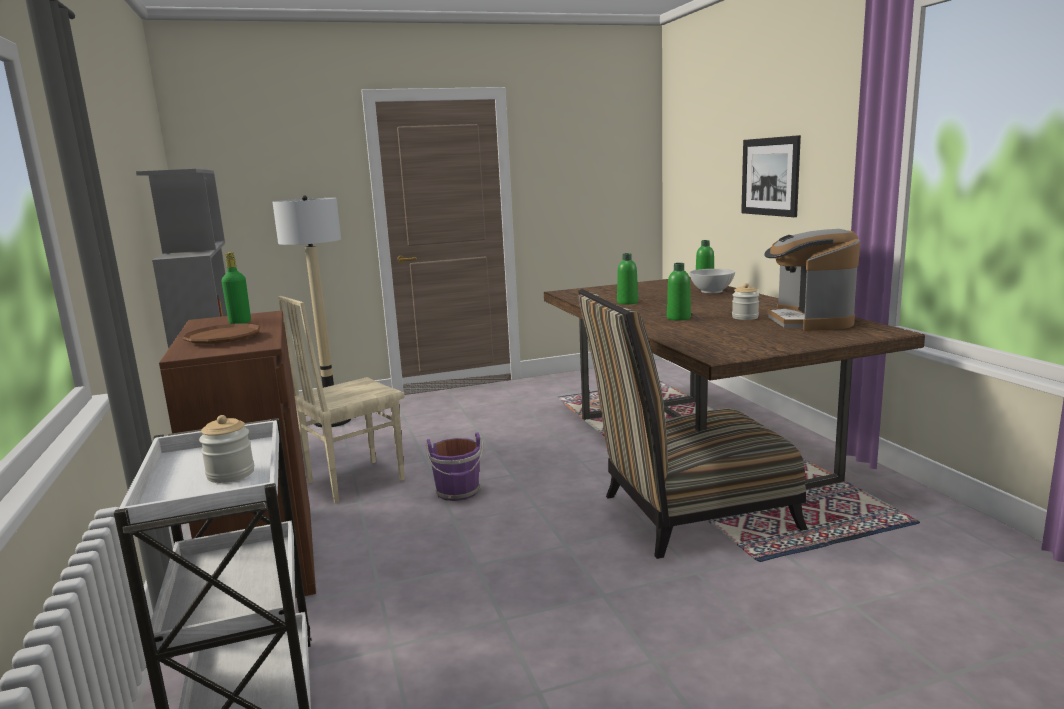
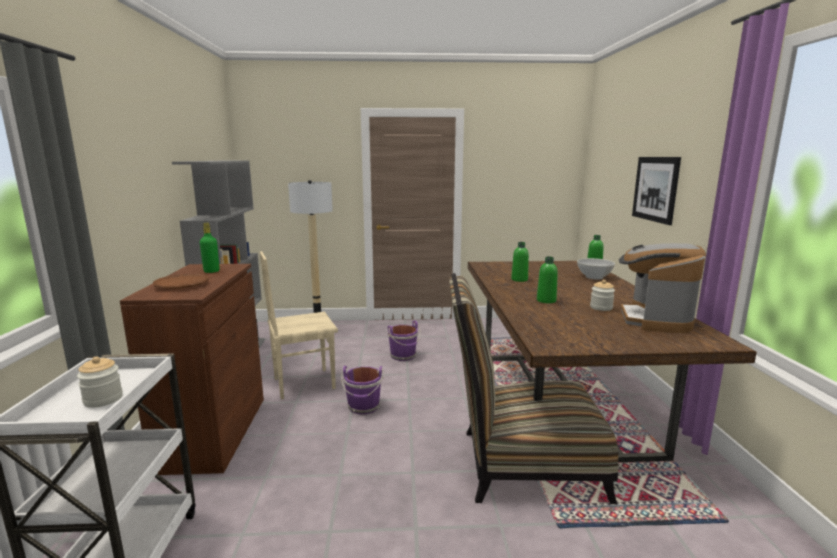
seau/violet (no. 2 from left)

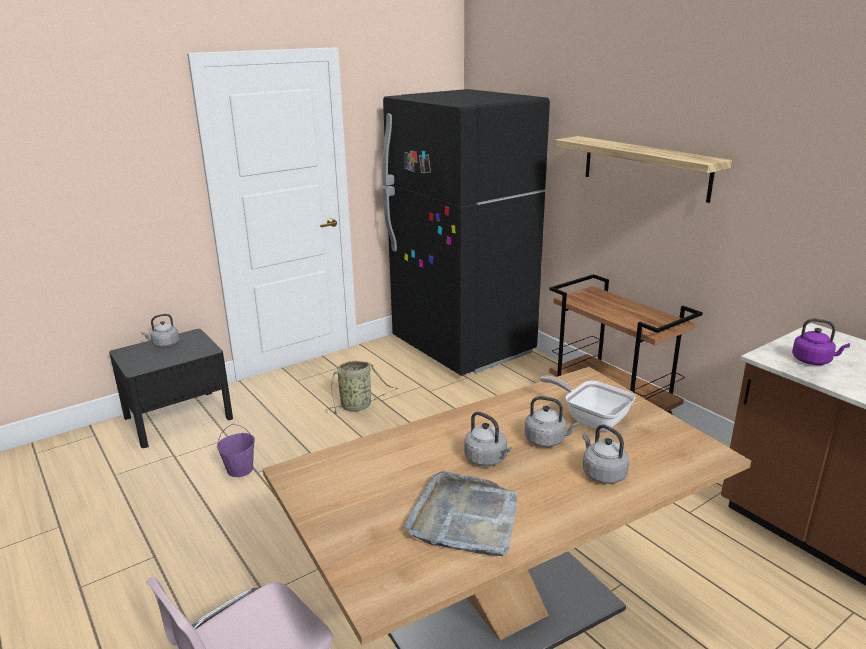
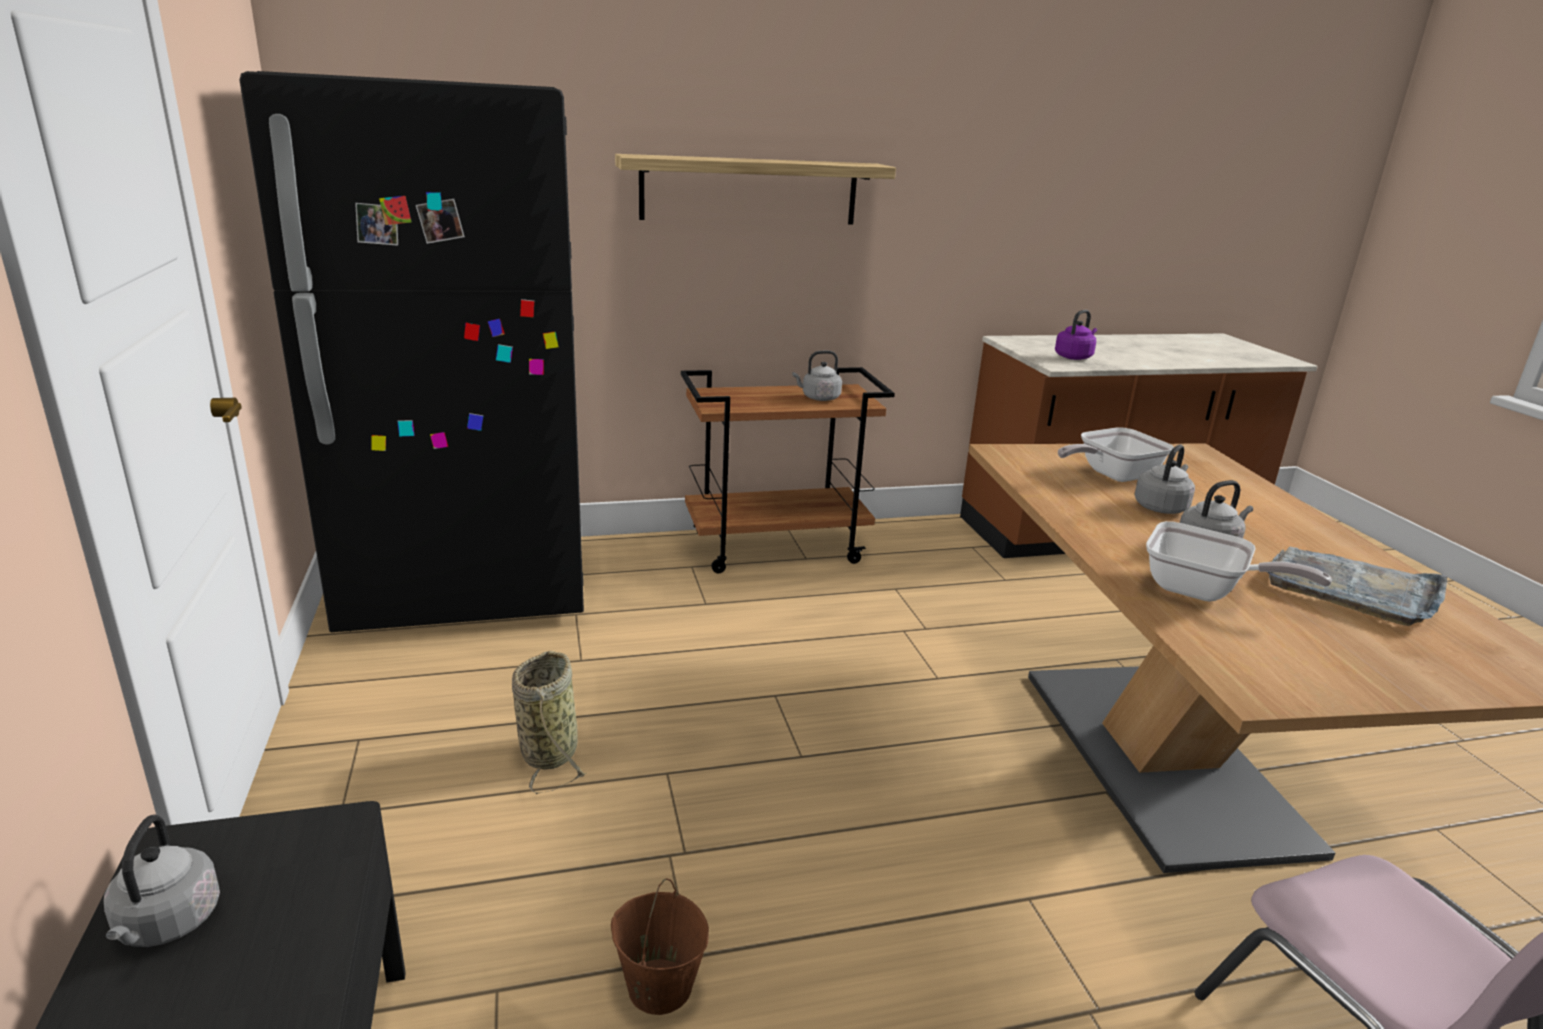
poêle (no. 2 from left); bouilloire/gris (no. 2 from left); seau/marron

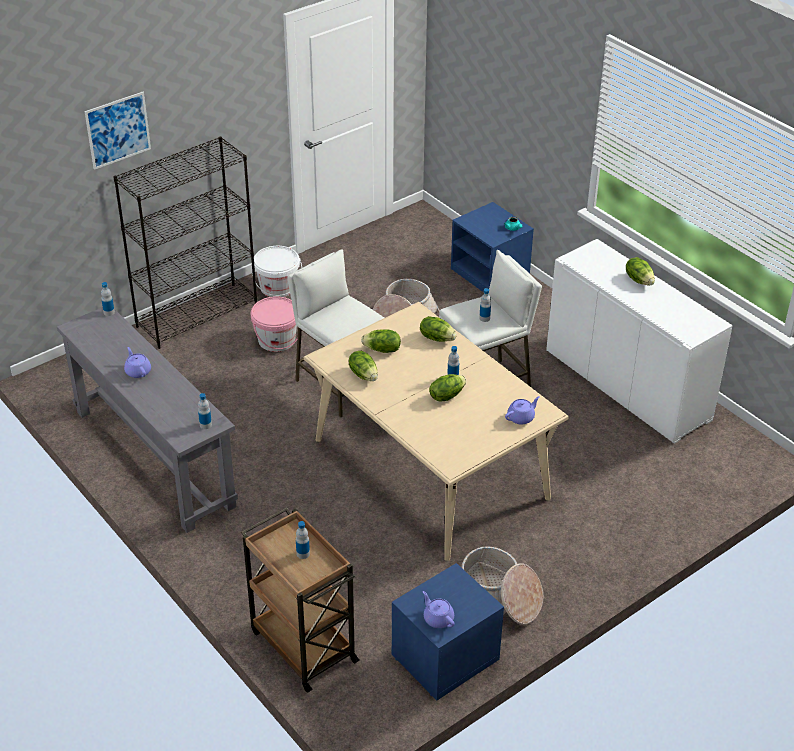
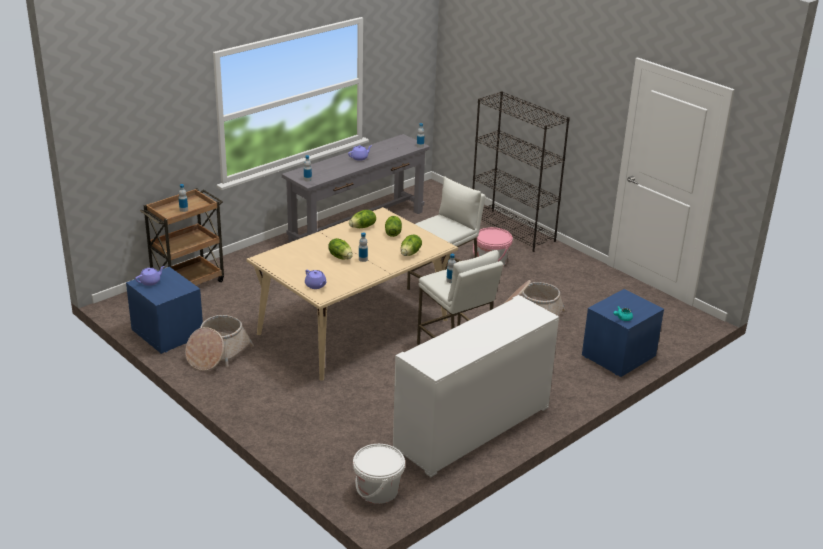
tableau; laitue (no. 5 from left in the first image); seau/blanc

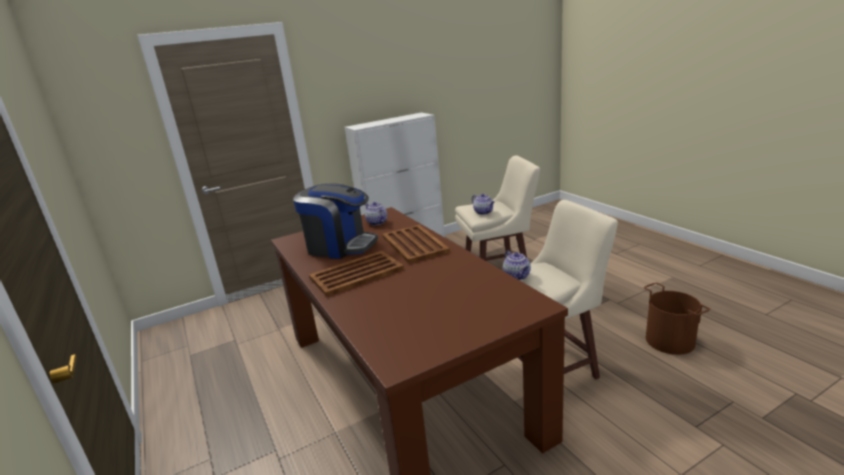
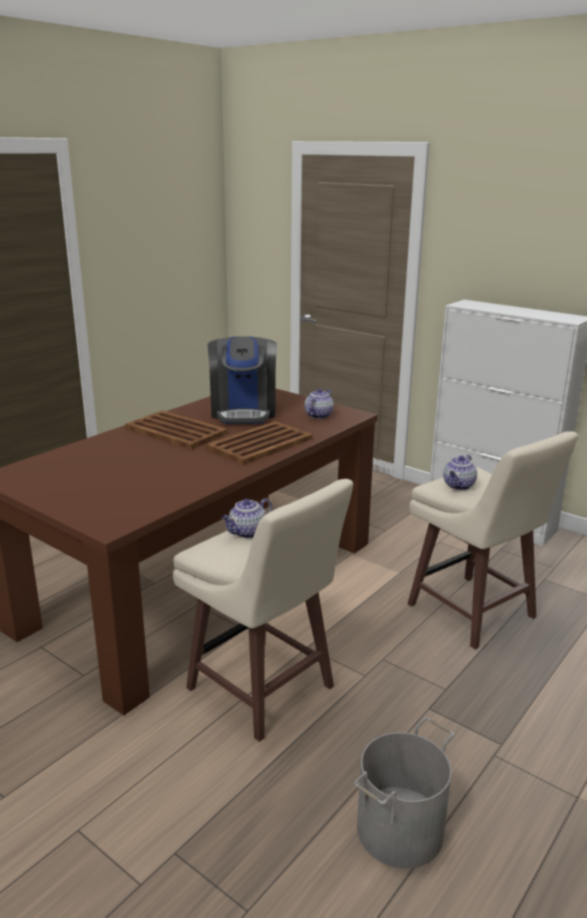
seau/gris

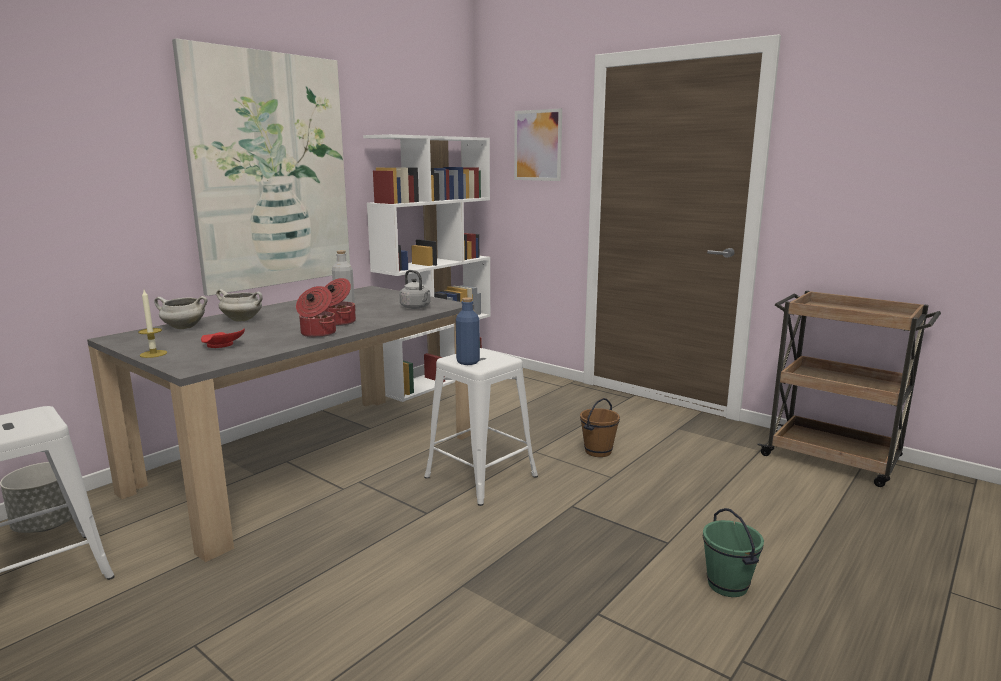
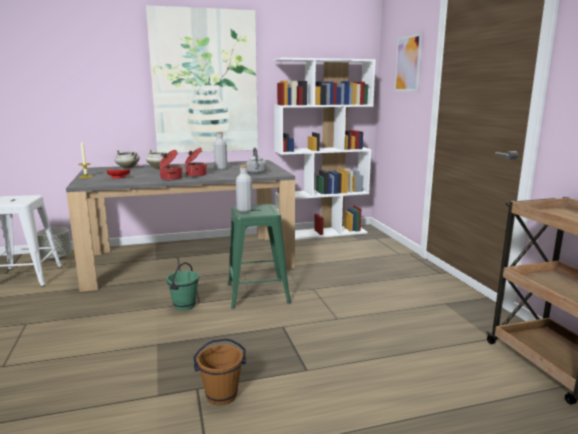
seau/marron; seau/vert; tabouret/vert; bouteille/gris (no. 2 from left)

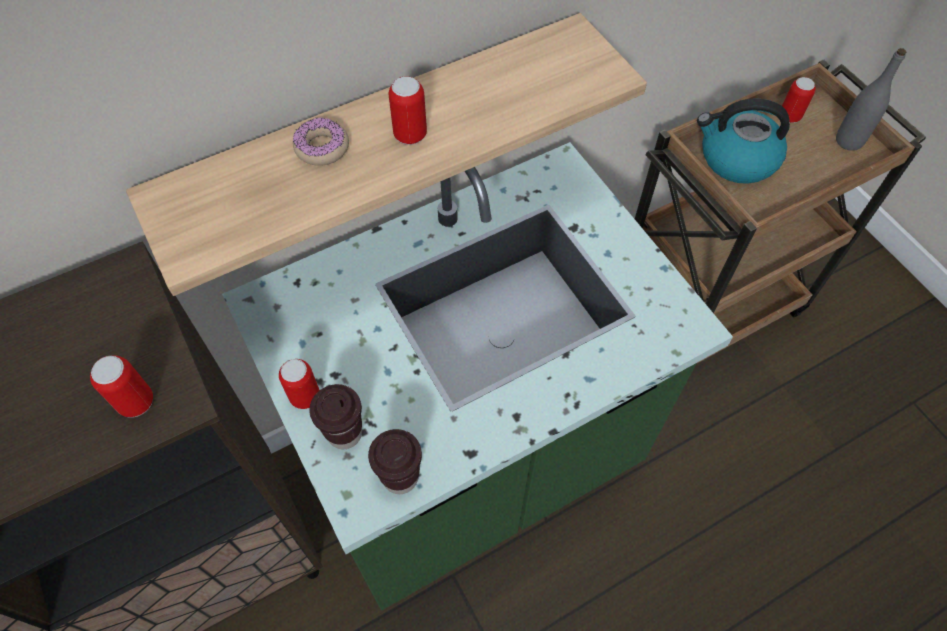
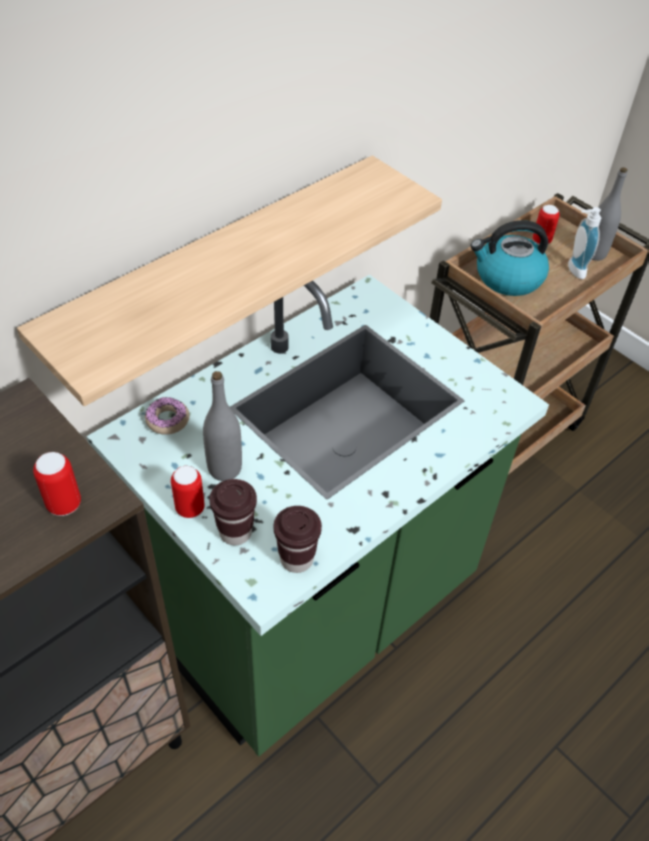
boîte métallique (no. 3 from left in the first image); bouteille/gris (no. 1 from left); distributeur de savon; beignet

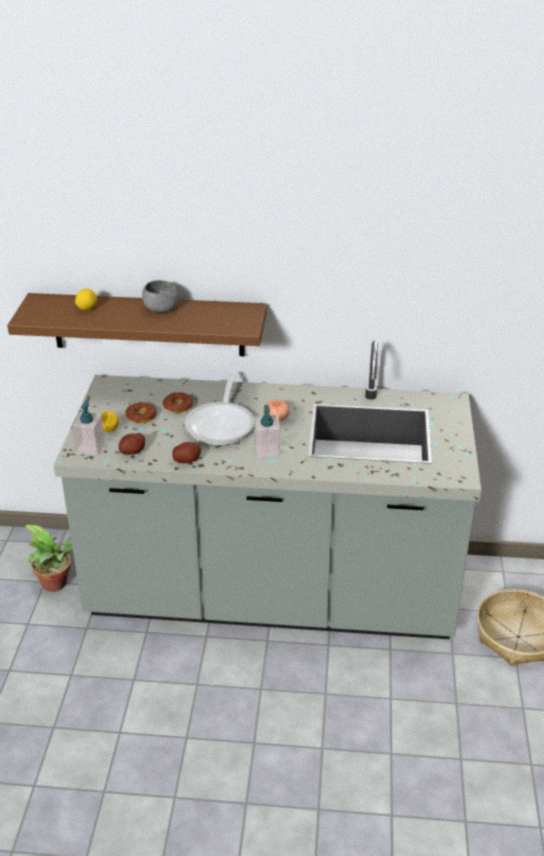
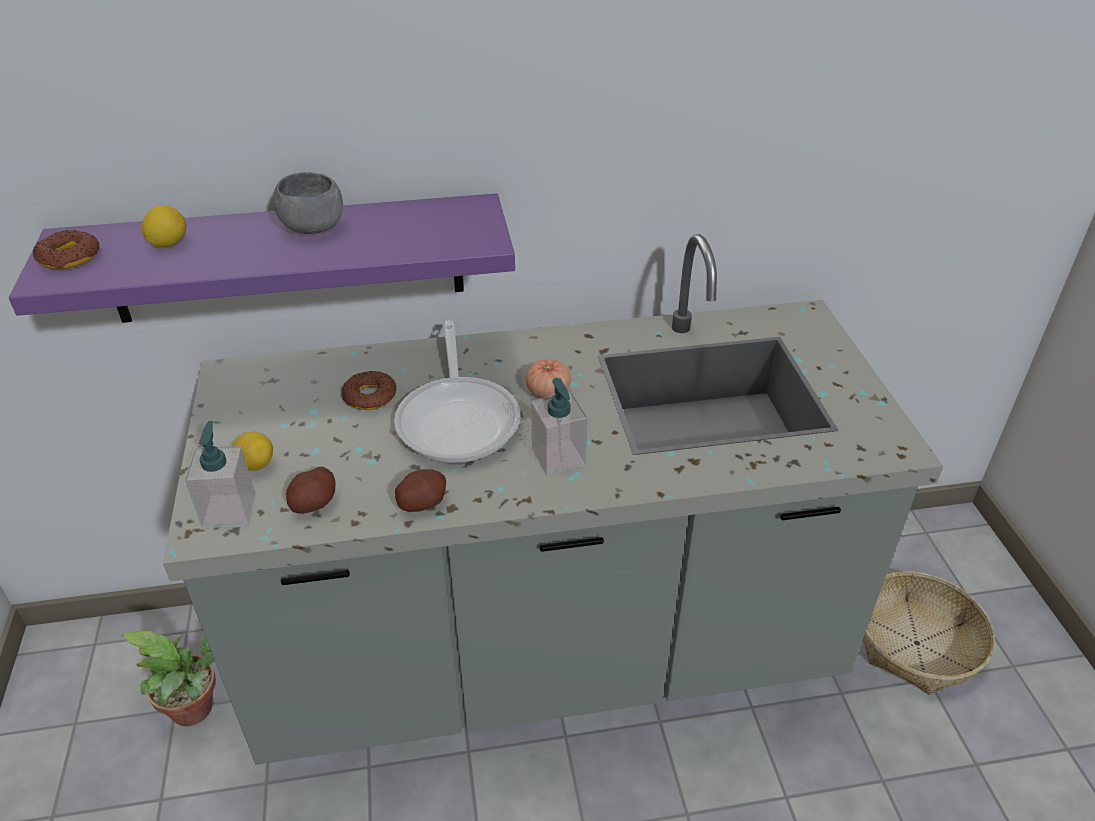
beignet (no. 1 from left); étagère/violet

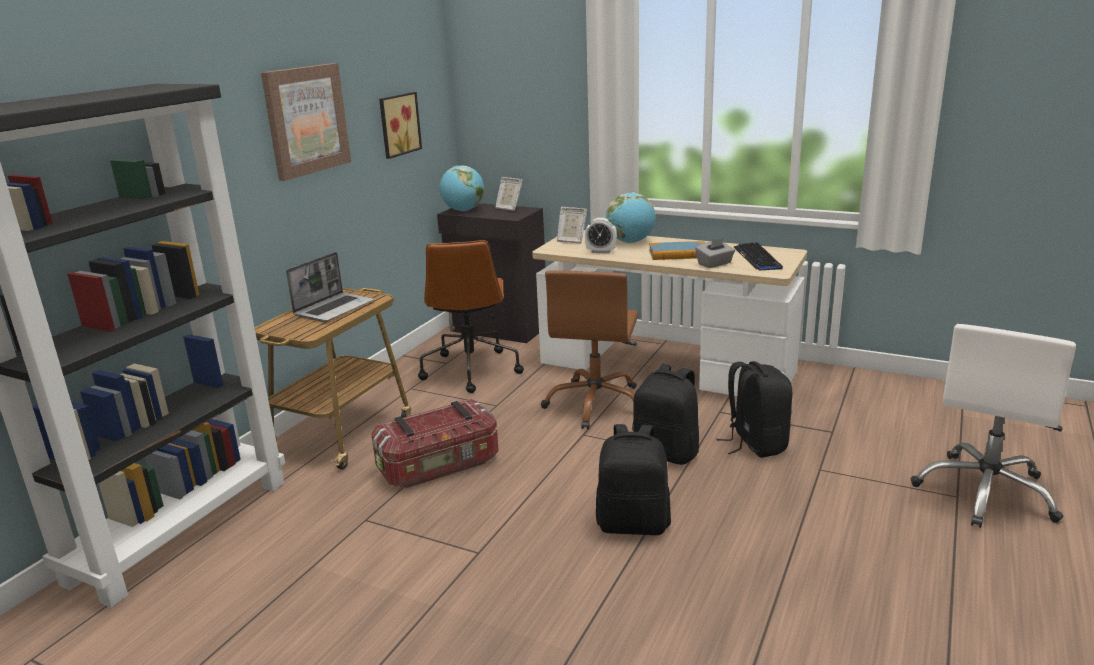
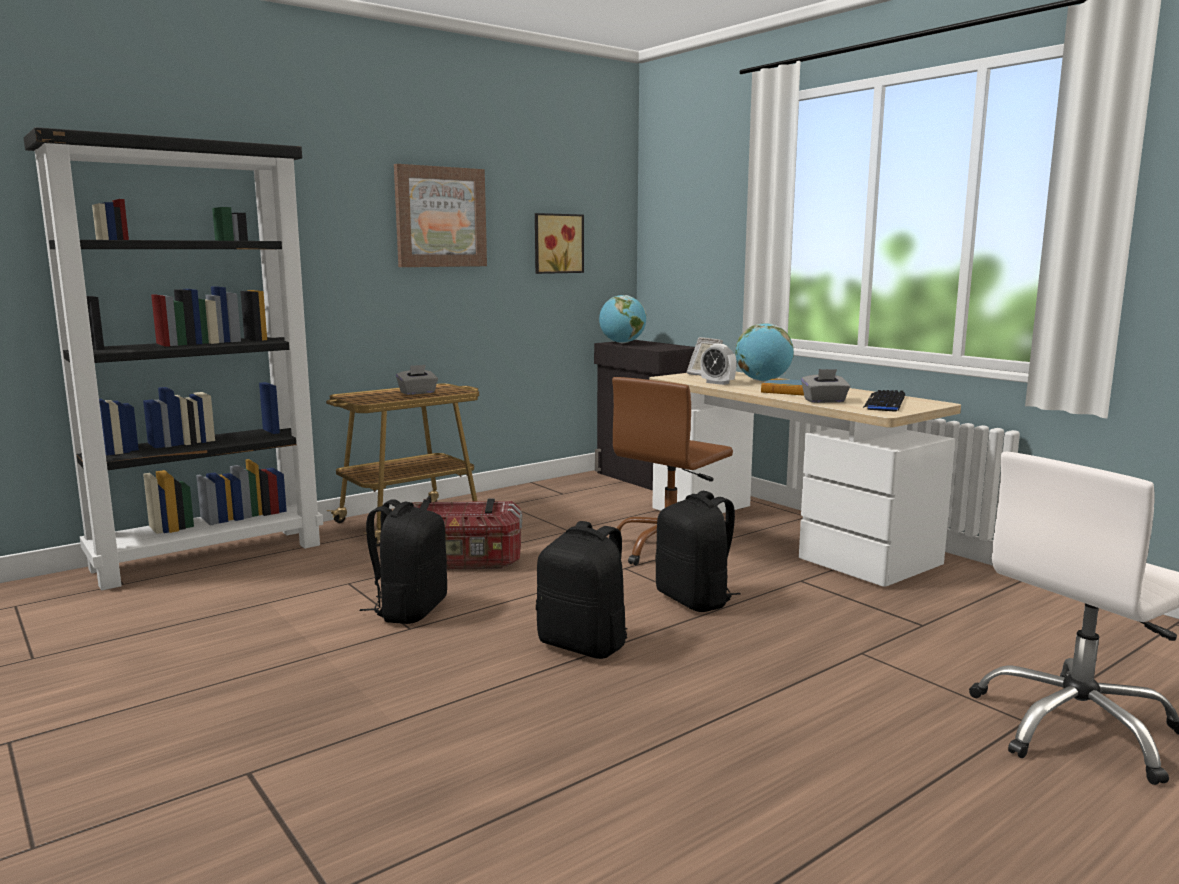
chaise de bureau/marron (no. 1 from left in the first image); cadre photo (no. 1 from left in the first image); sac à dos/noir (no. 1 from left); boîte à mouchoirs/gris (no. 1 from left)

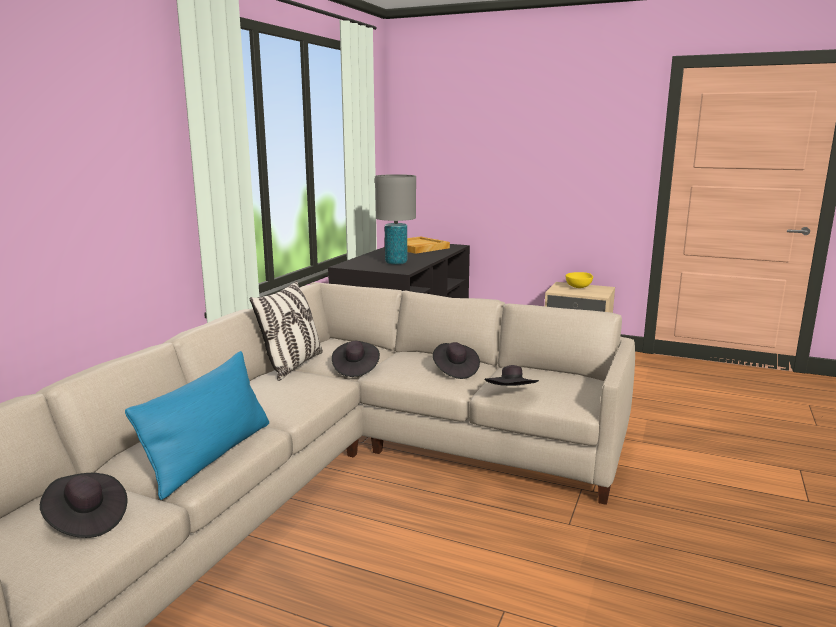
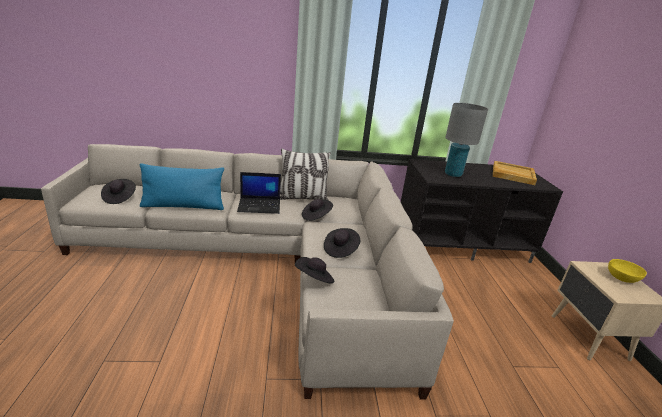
ordinateur portable

